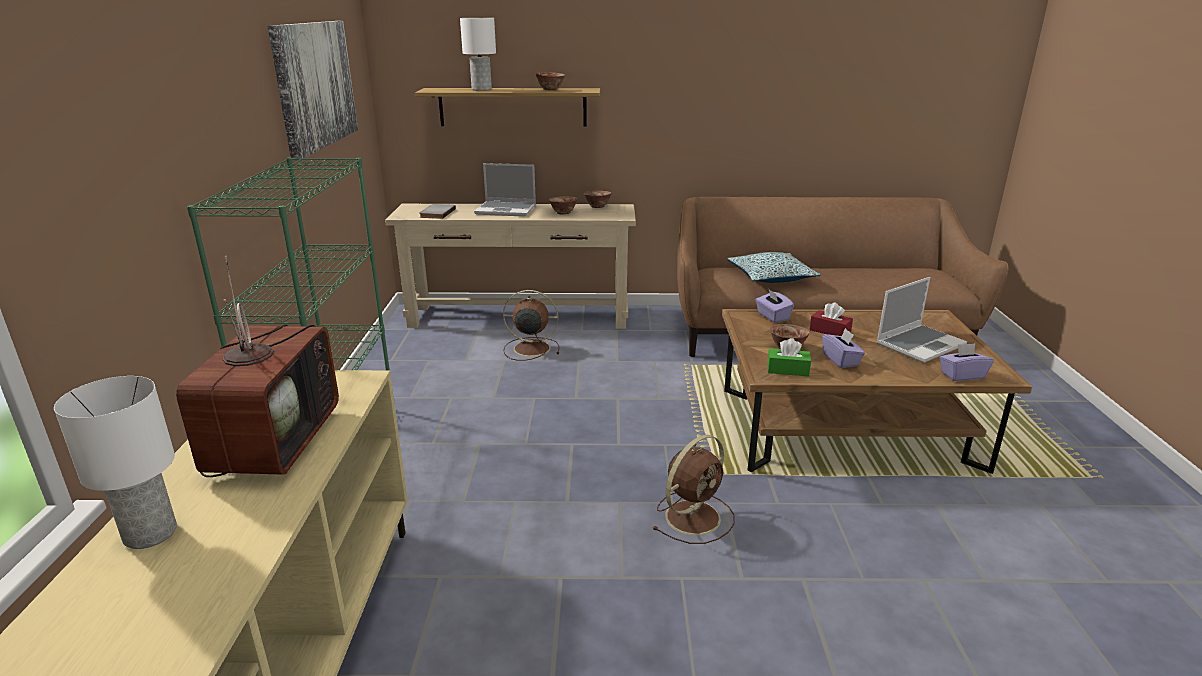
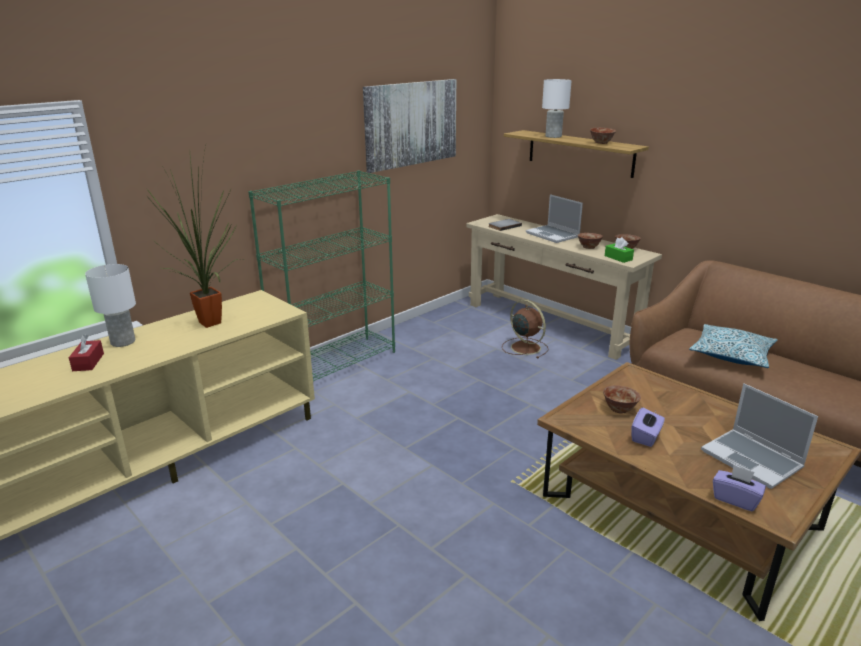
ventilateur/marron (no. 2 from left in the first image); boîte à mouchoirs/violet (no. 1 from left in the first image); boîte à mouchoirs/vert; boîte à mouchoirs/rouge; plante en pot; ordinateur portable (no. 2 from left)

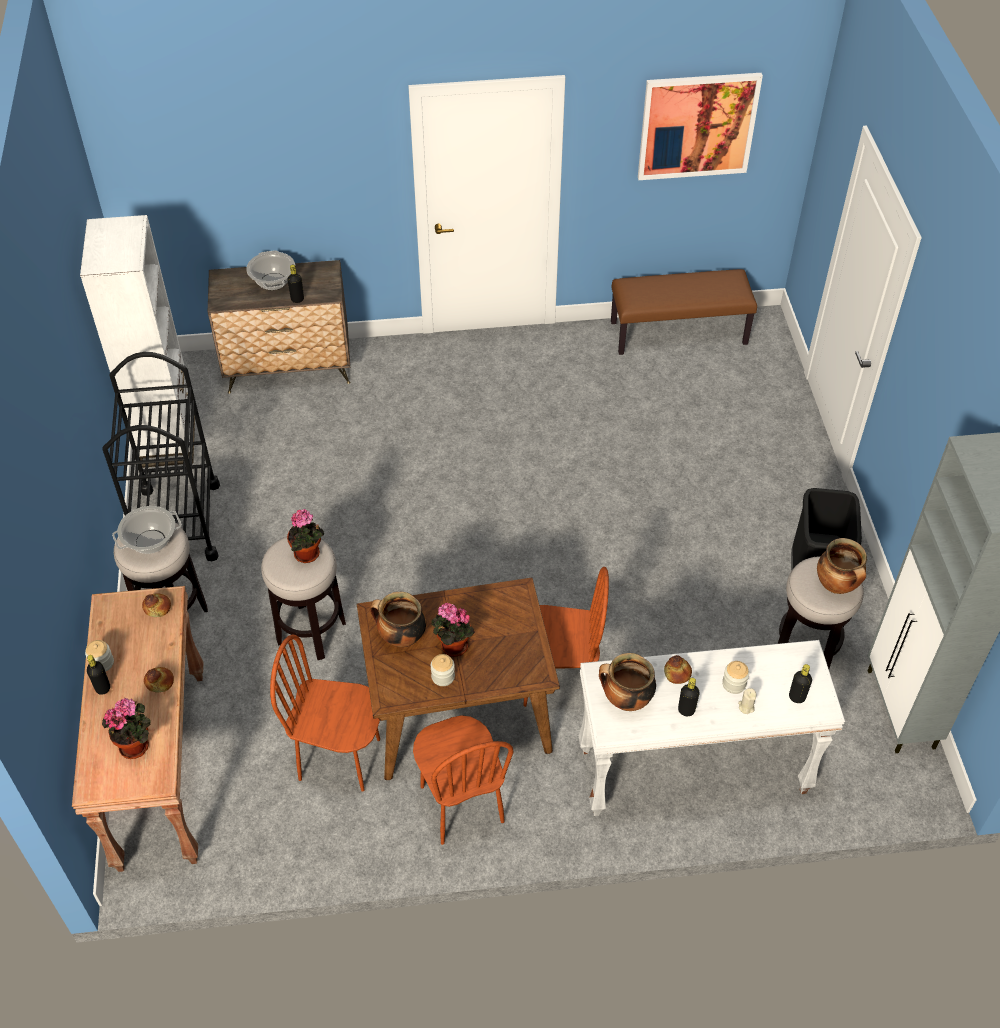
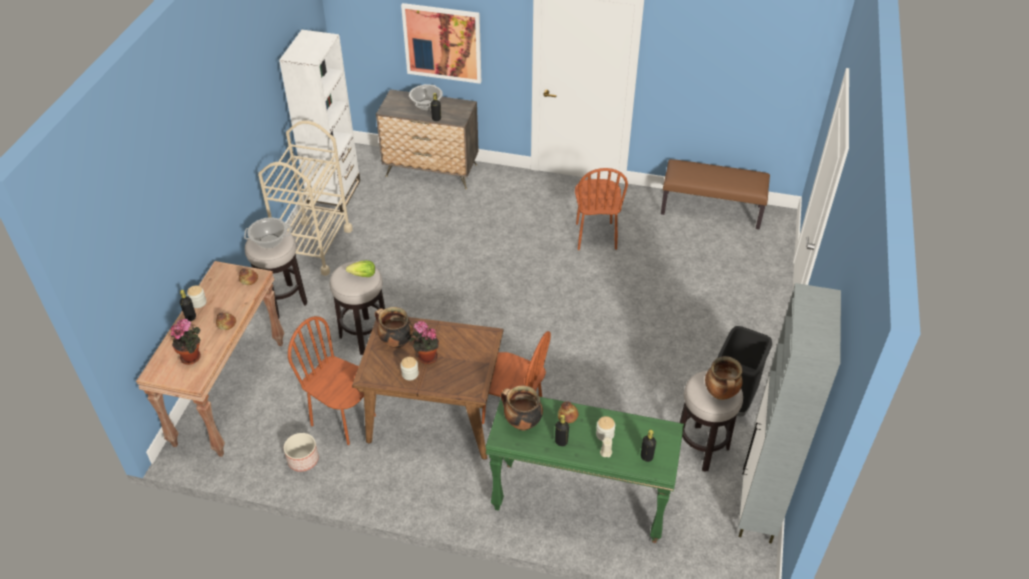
cache-pot; chaise/marron (no. 3 from left); tableau; laitue; chariot/beige; table console/vert

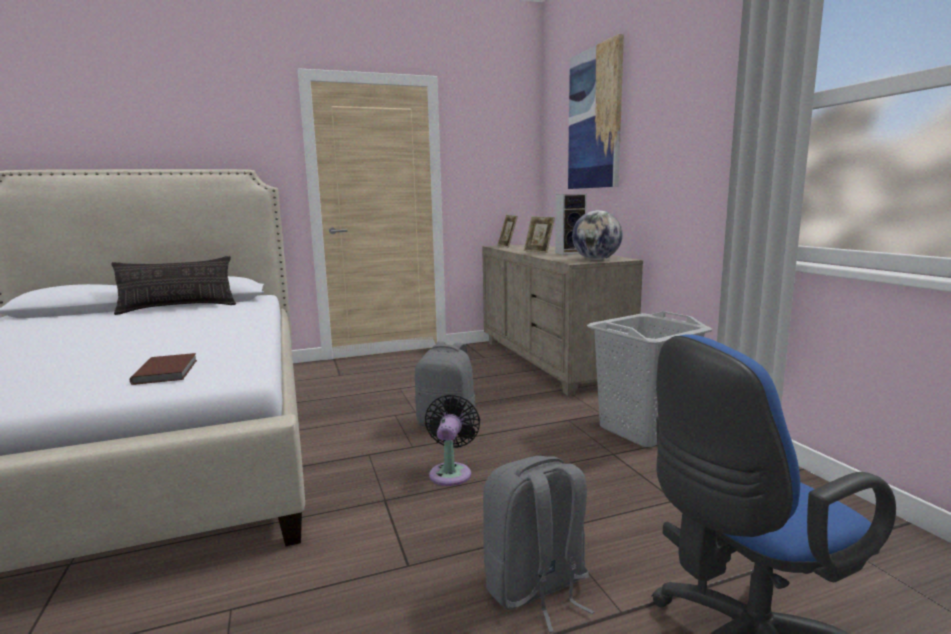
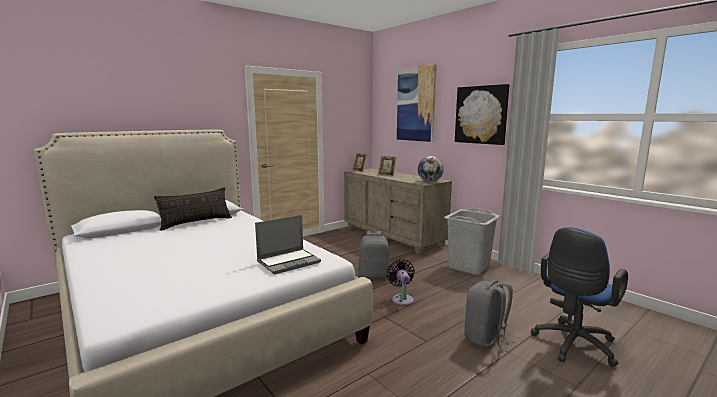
enceinte; tableau (no. 2 from left); ordinateur portable

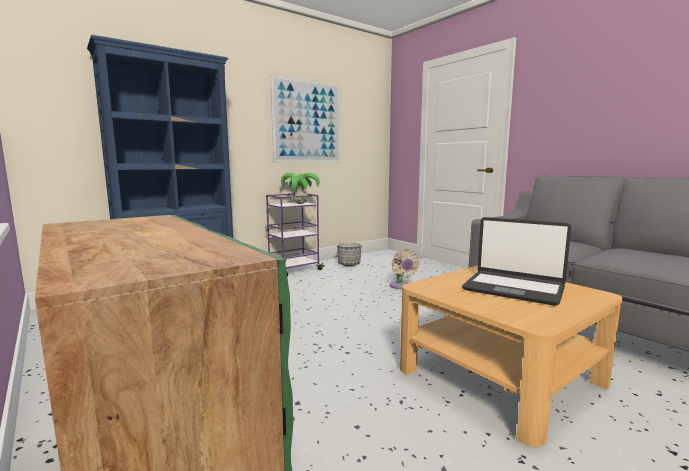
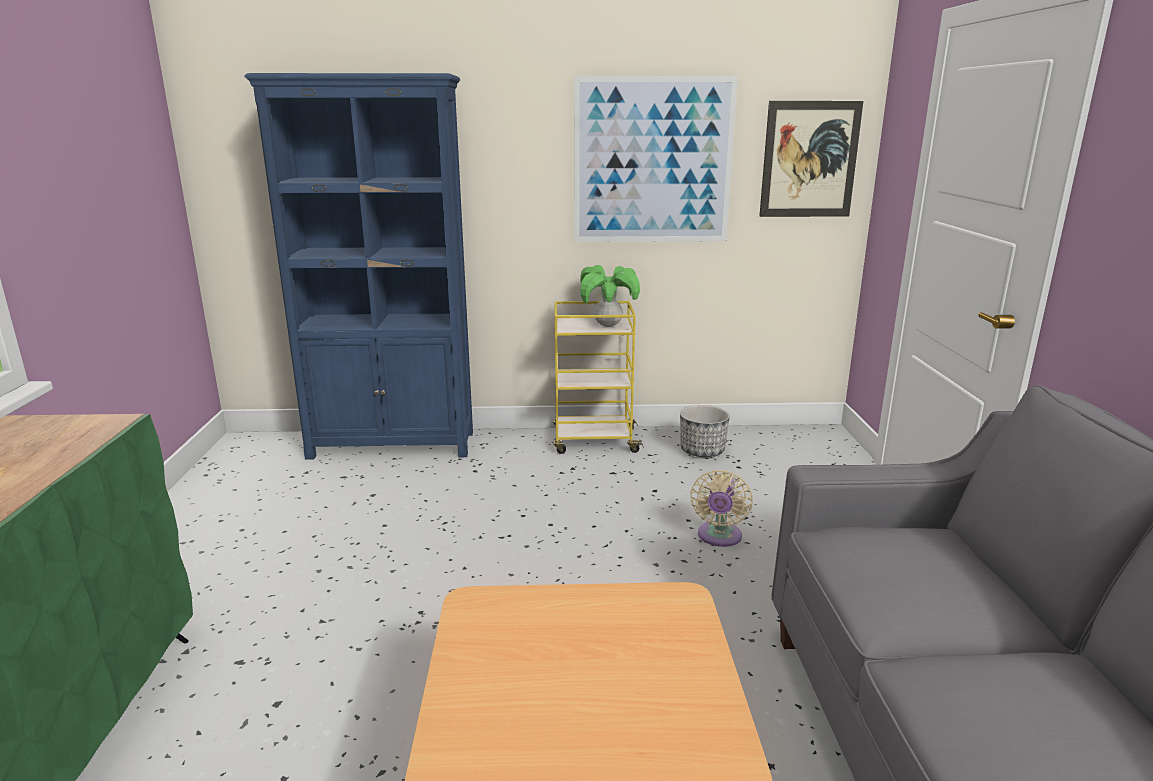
ordinateur portable; tableau (no. 2 from left); chariot/jaune

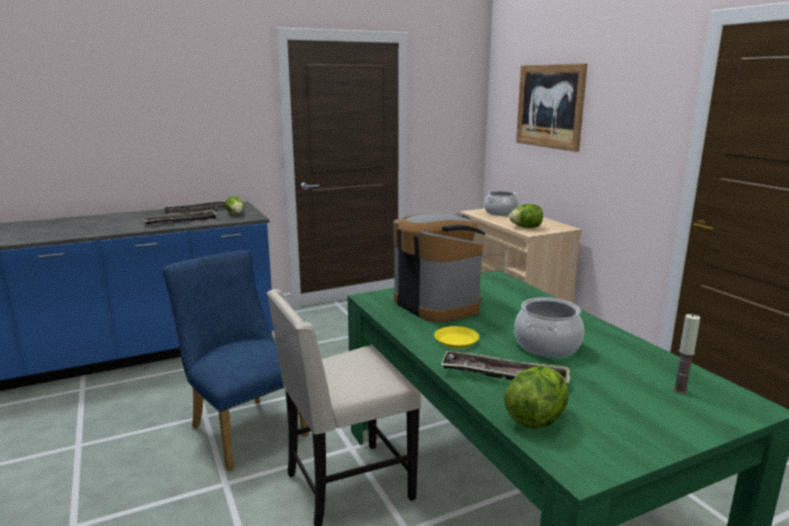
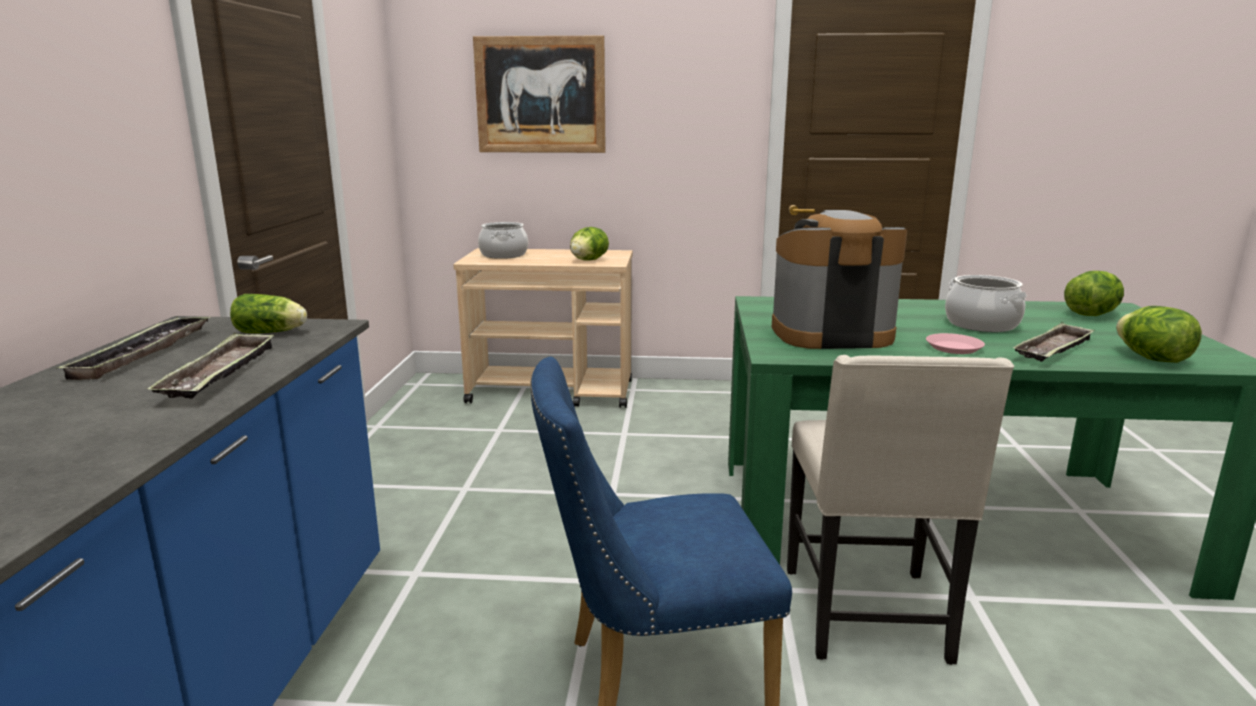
laitue (no. 3 from left); assiette/rose

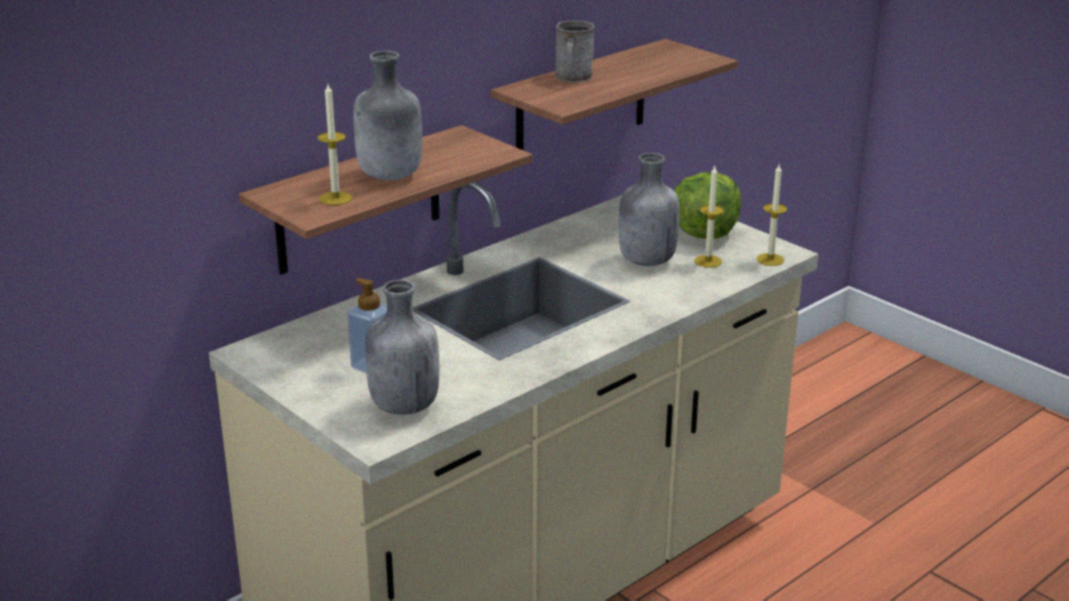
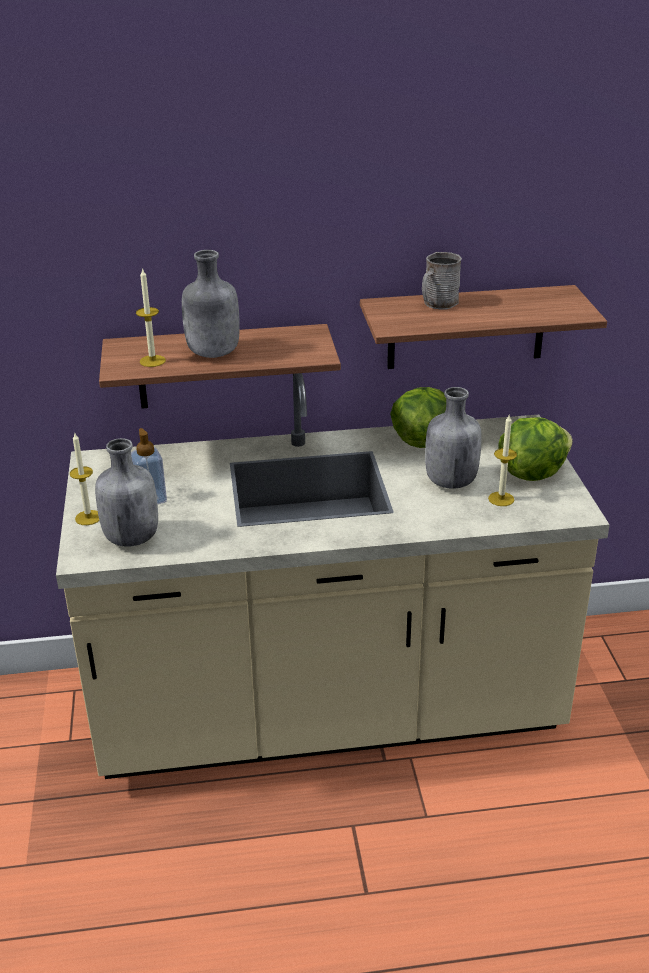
laitue (no. 1 from left); bougie (no. 1 from left)

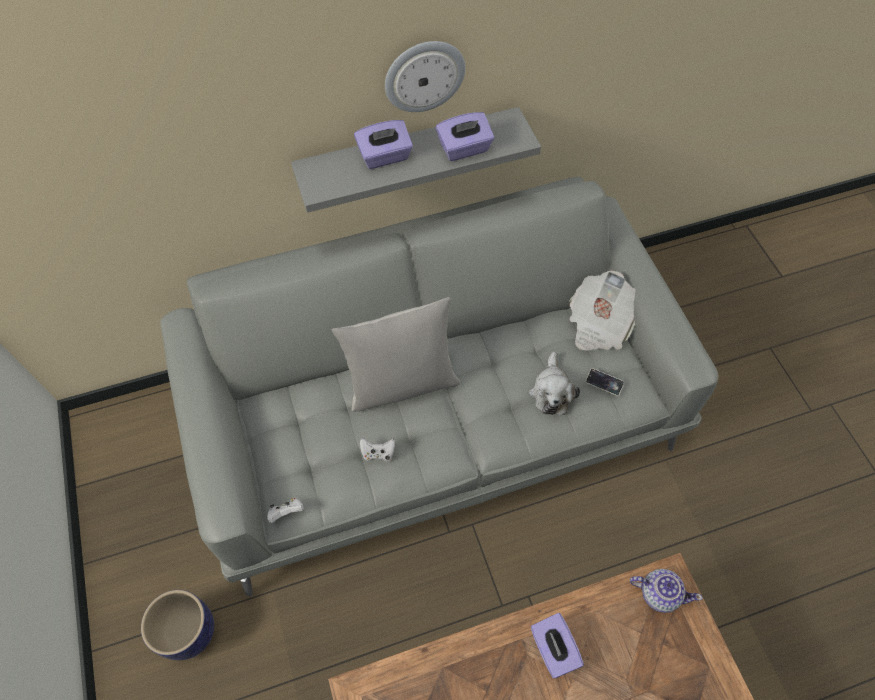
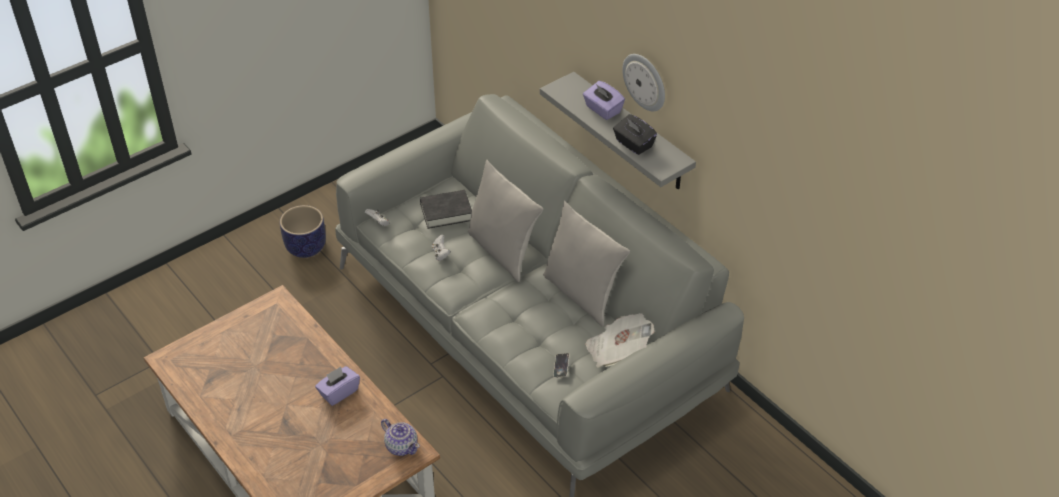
peluche; livre/noir; coussin/gris (no. 2 from left); boîte à mouchoirs/noir; théière

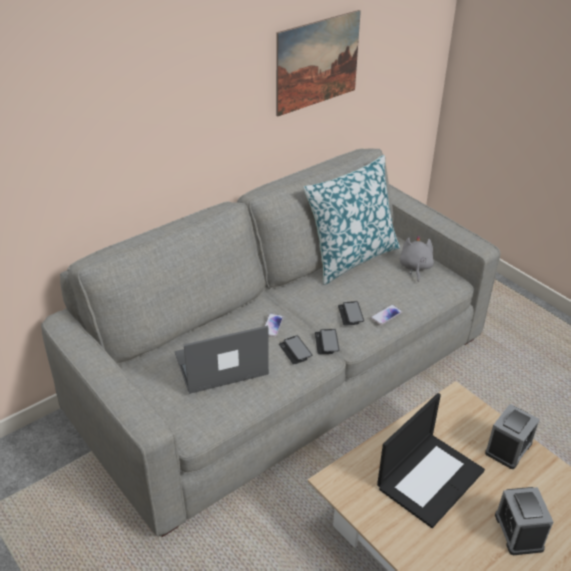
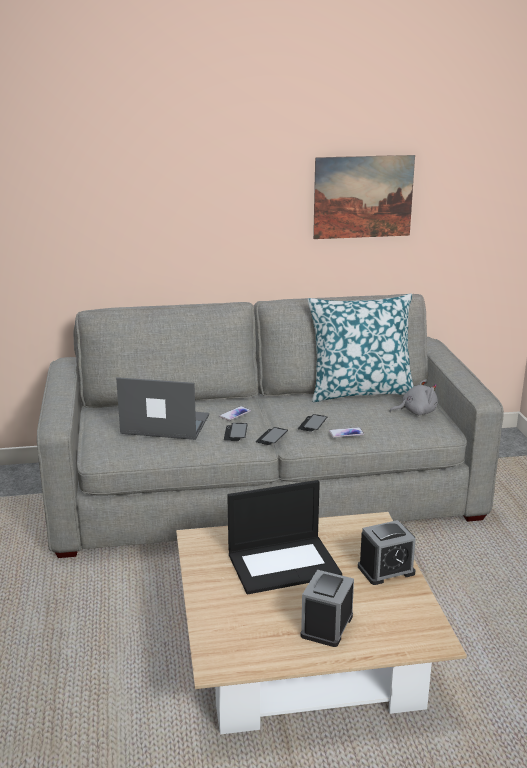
peluche/gris

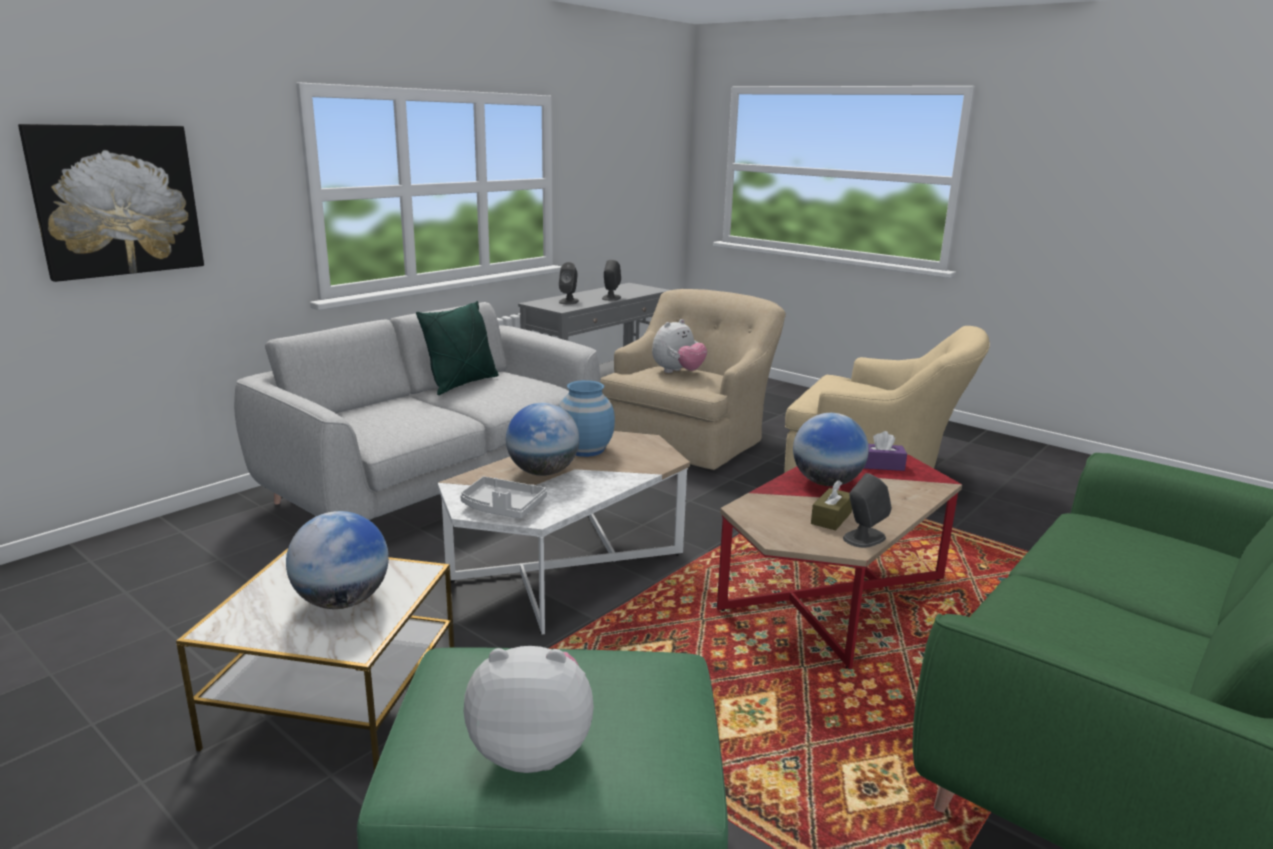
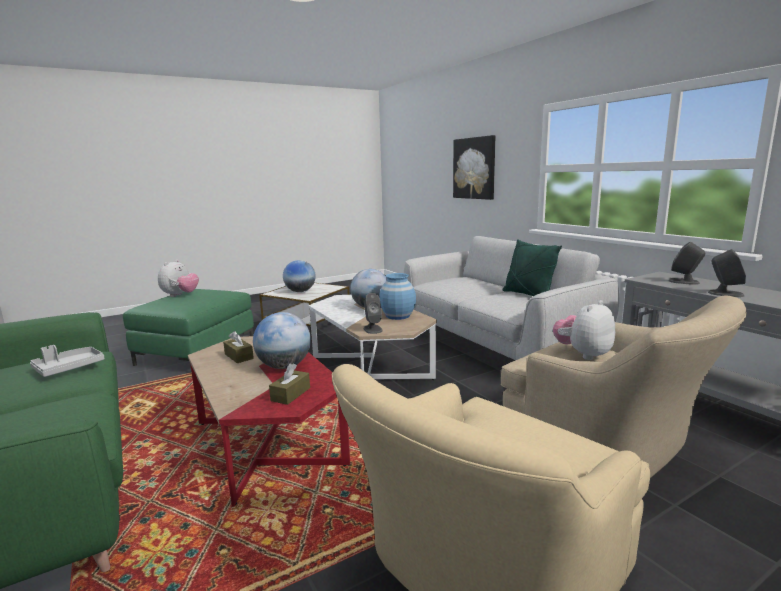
plateau/gris; enceinte/gris (no. 1 from left); boîte à mouchoirs/marron (no. 2 from left); peluche (no. 2 from left)

